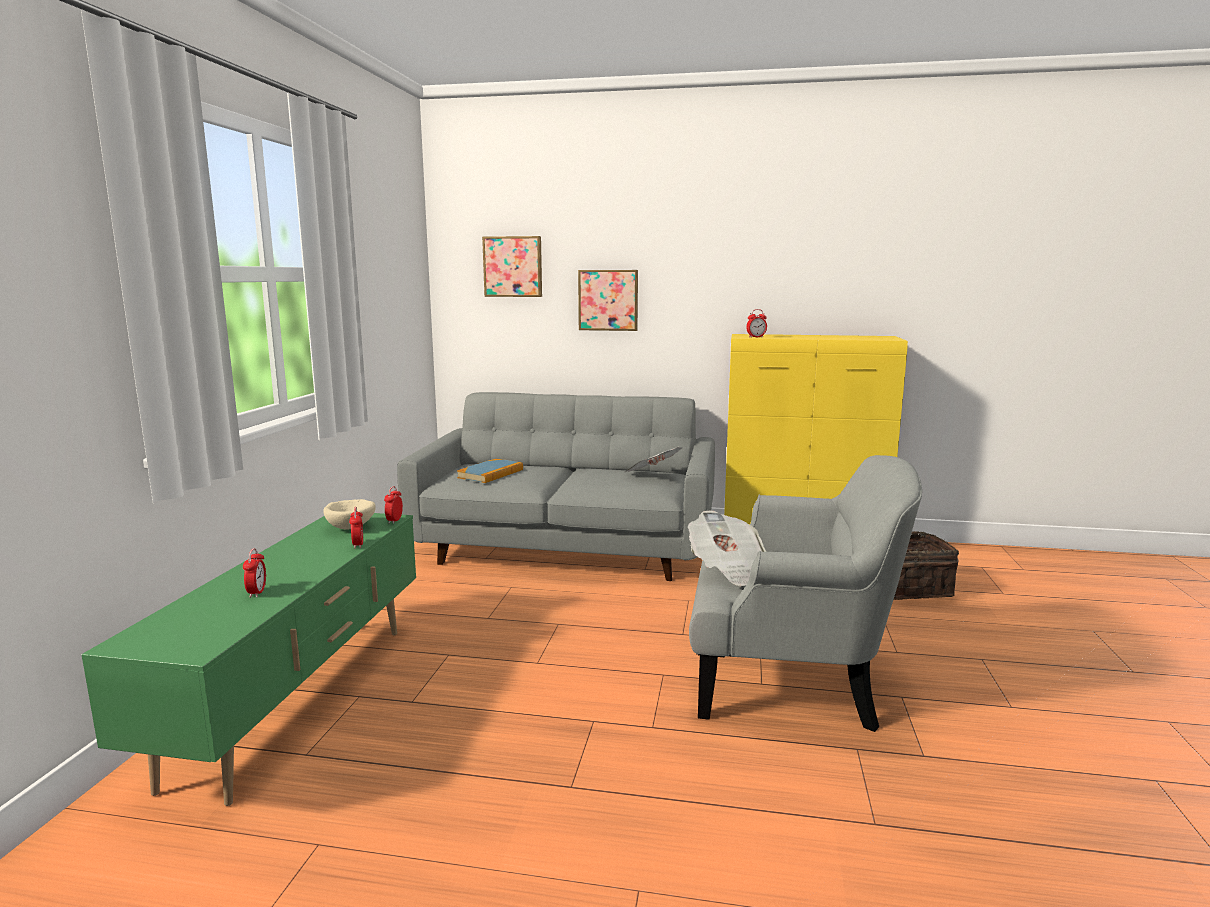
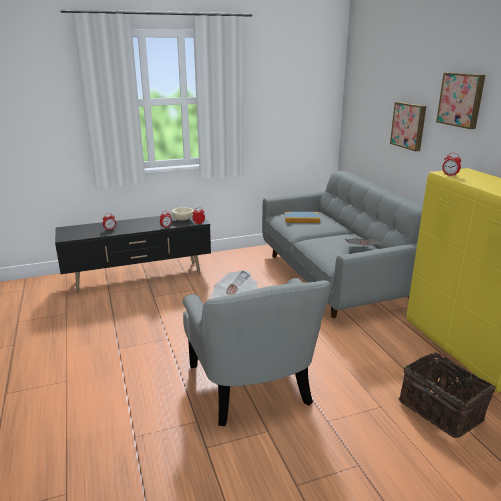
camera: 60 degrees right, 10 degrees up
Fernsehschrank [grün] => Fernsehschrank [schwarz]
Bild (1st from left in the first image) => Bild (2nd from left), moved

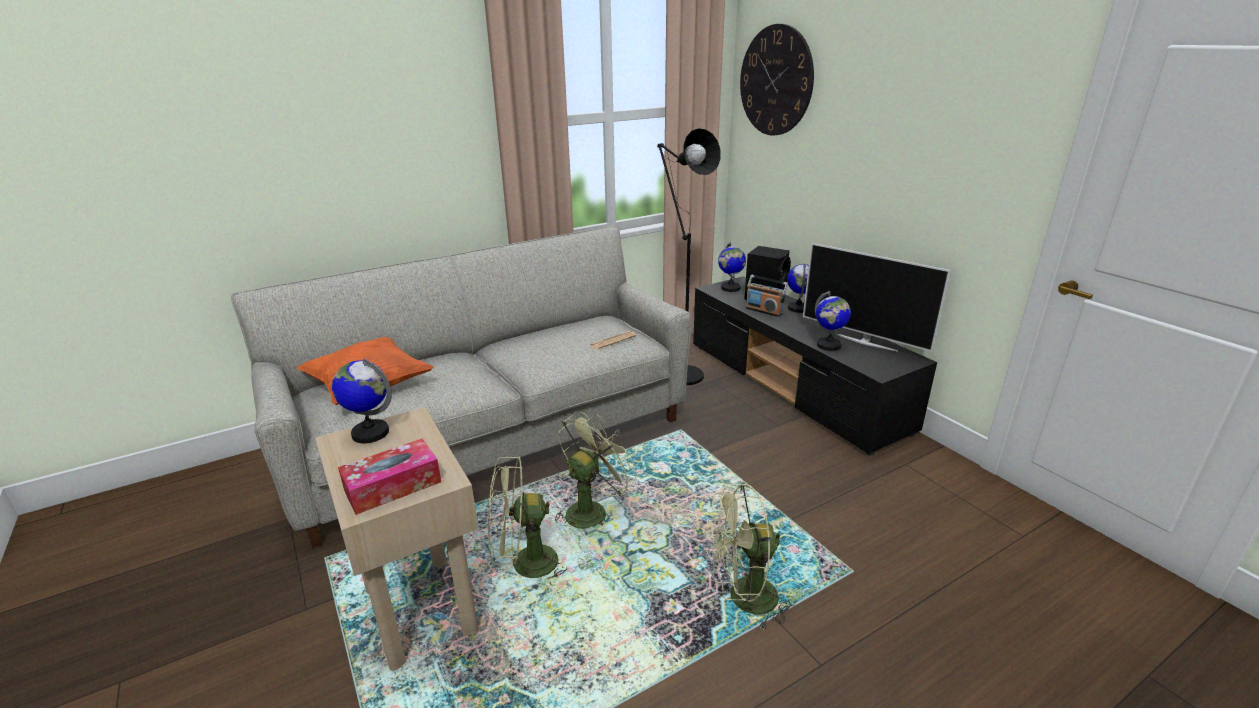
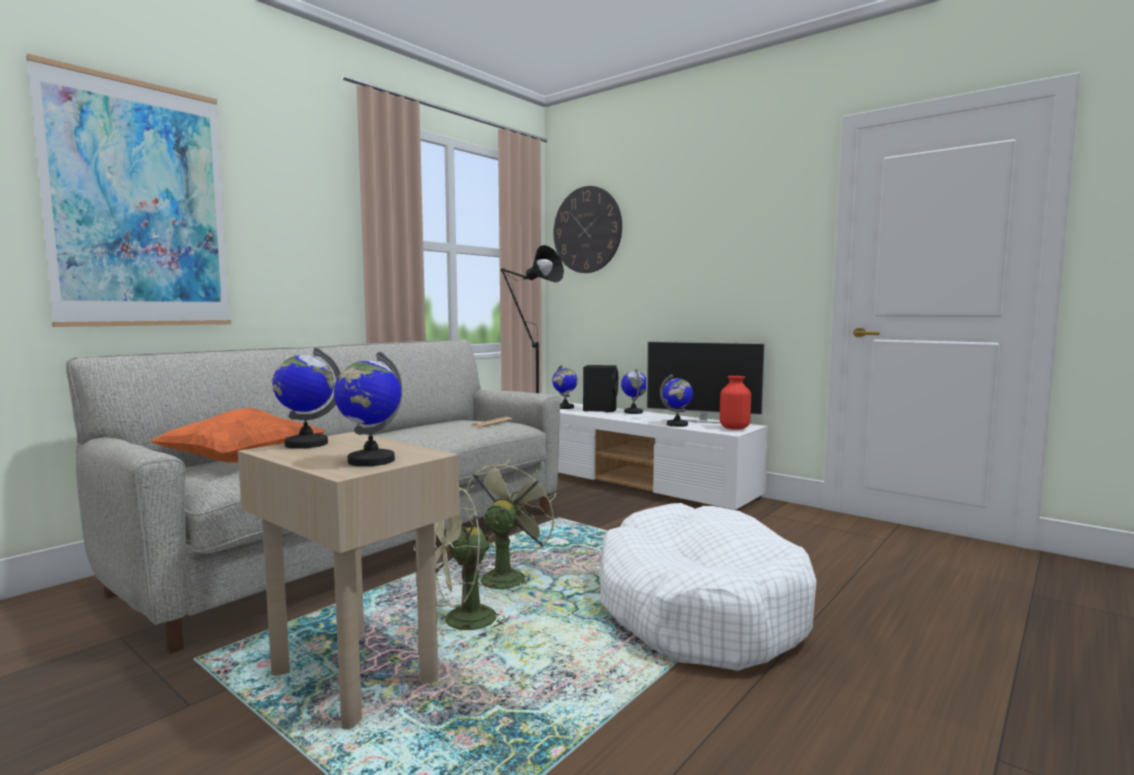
camera: 20 degrees left, 20 degrees down
nothing => Bild
Taschentuchbox => Globus (2nd from left)
Fernsehschrank [schwarz] => Fernsehschrank [weiß]
Ventilator [grün] (3rd from left) => Hundebett [weiß]
nothing => Vase [rot]
Radio => nothing

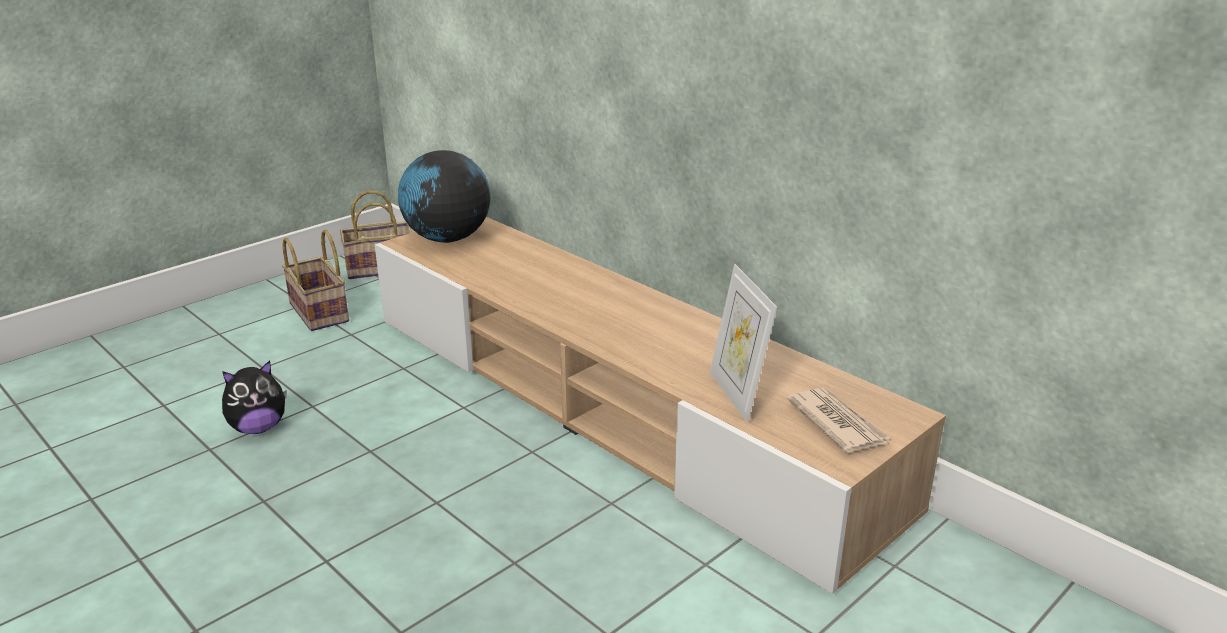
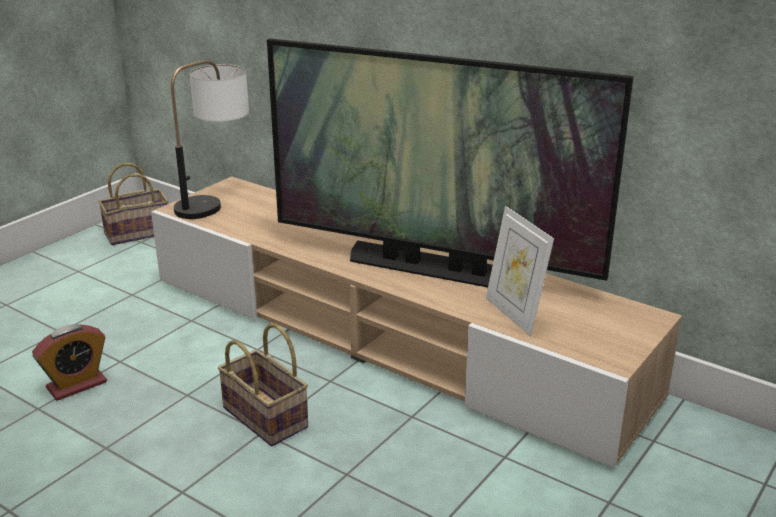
camera: 10 degrees left, 0 degrees up
Plüschtier => Wecker
Globus => Tischlampe
Korb (1st from left in the first image) => Korb (2nd from left), moved
nothing => Fernseher
Zeitung => nothing

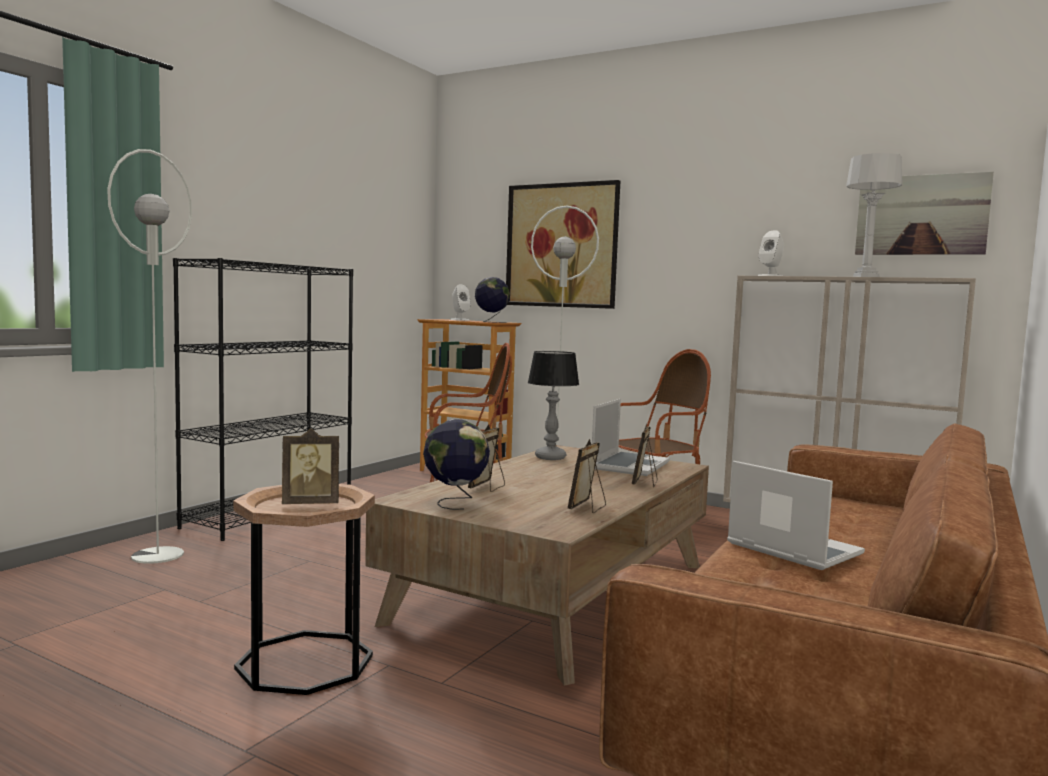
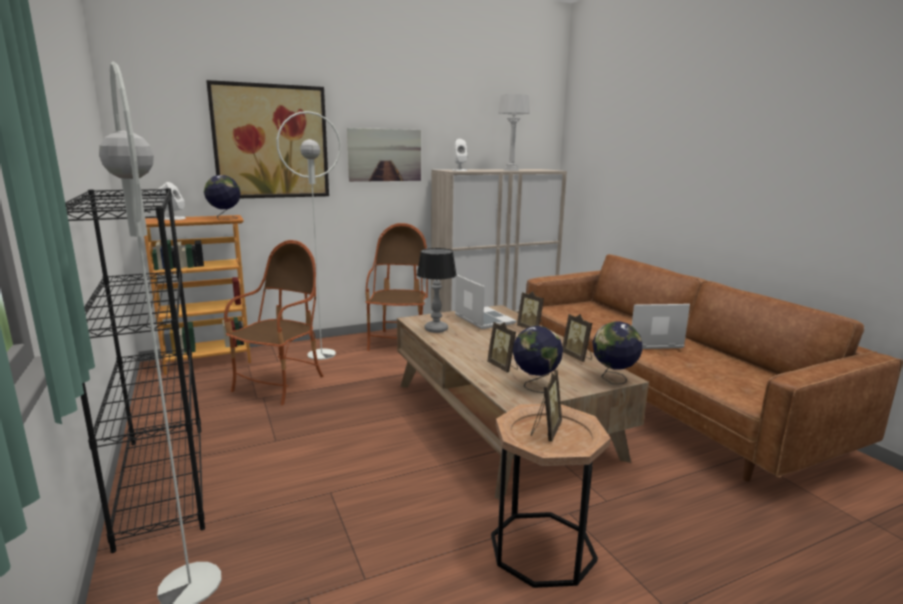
camera: 55 degrees left, 10 degrees up
Bild (2nd from left), moved
nothing => Globus (3rd from left)

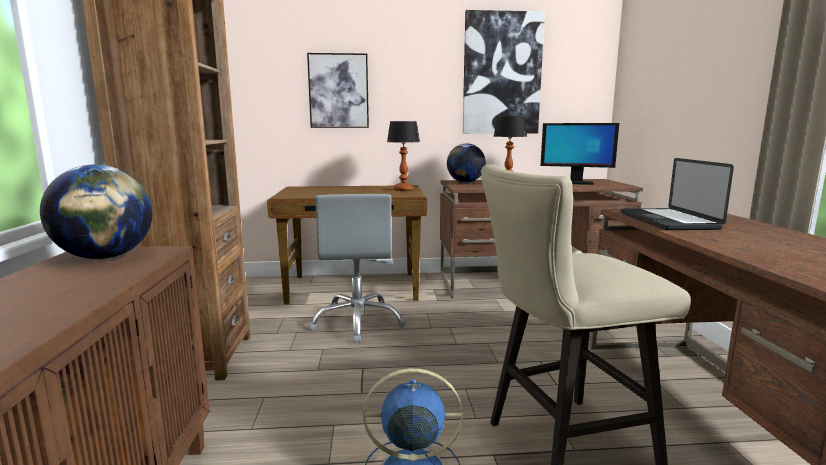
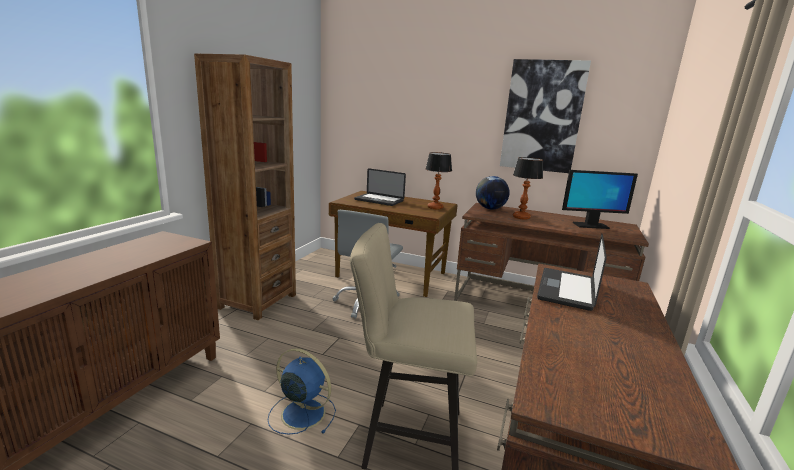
camera: 25 degrees right, 5 degrees up
nothing => Laptop (1st from left)
Monitor, 45 degrees counterclockwise
Globus (1st from left) => nothing
Bild (1st from left) => nothing

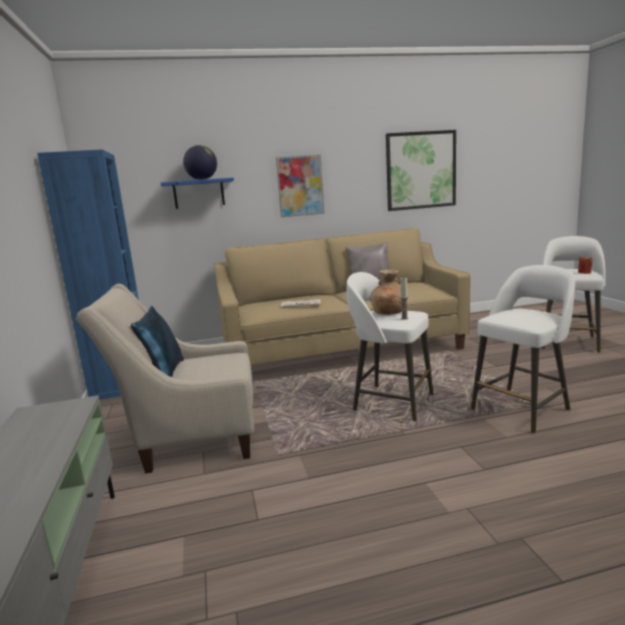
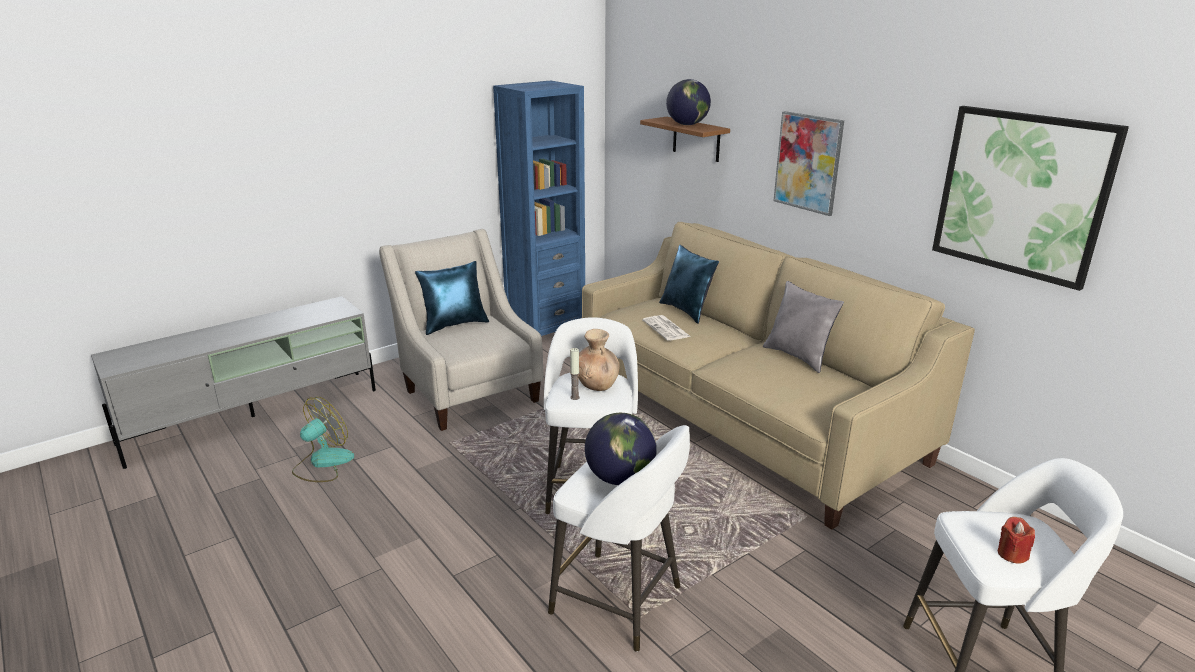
camera: 65 degrees right, 10 degrees up
nothing => Ventilator
nothing => Globus (1st from left)
Wandregal [blau] => Wandregal [braun]
nothing => Kissen [blau] (2nd from left)

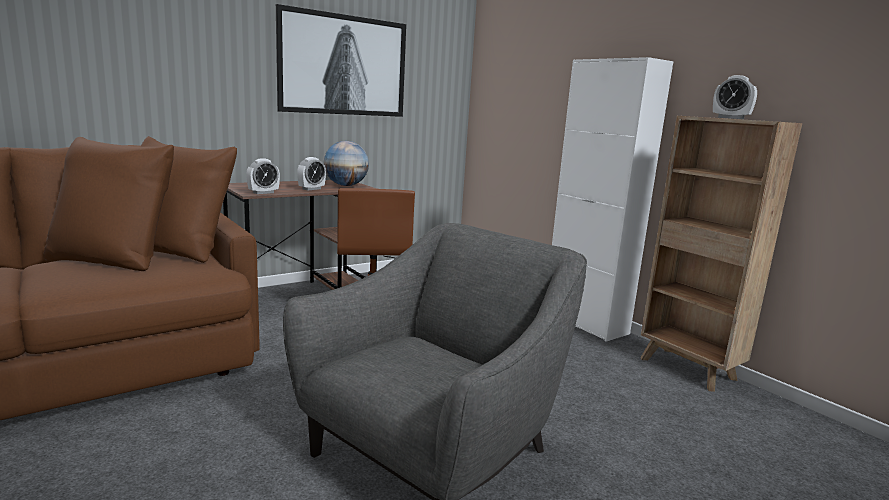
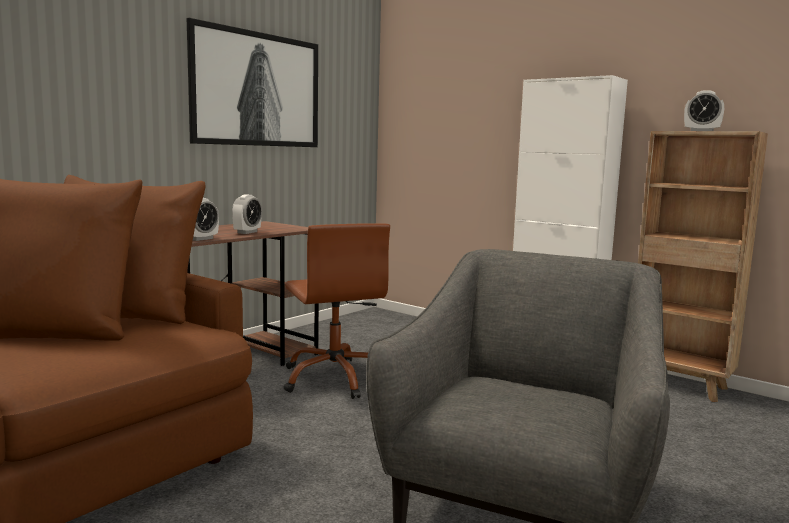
camera: 15 degrees left, 5 degrees down
Globus => nothing

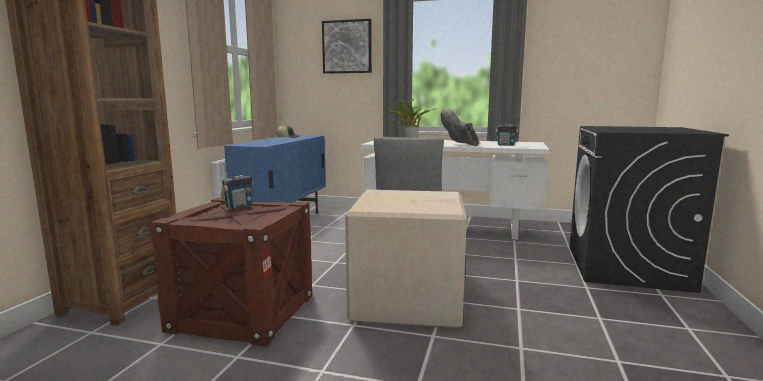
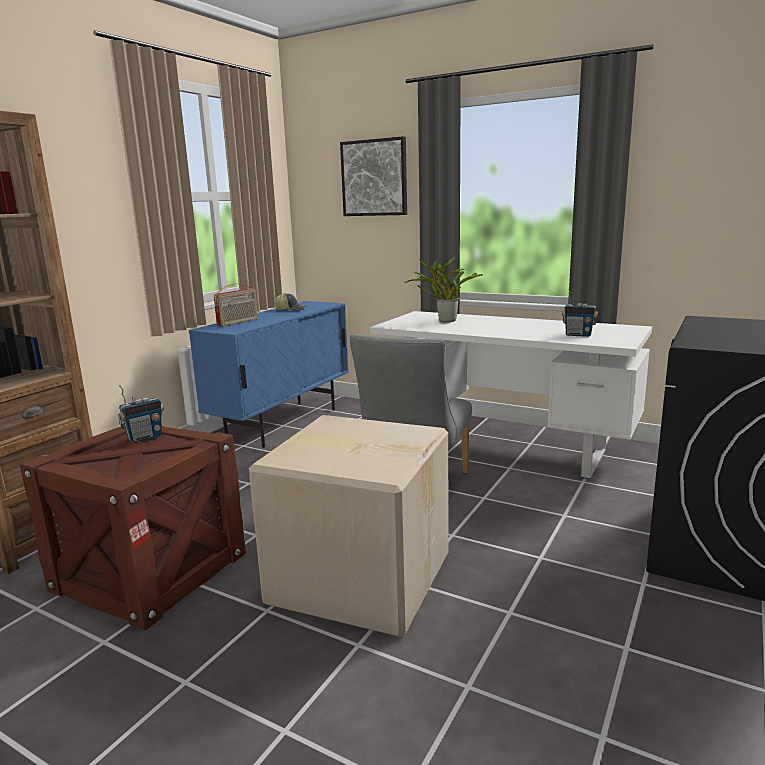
camera: 15 degrees right, 5 degrees up
nothing => Radio (2nd from left)
Stiefel [grau] => nothing

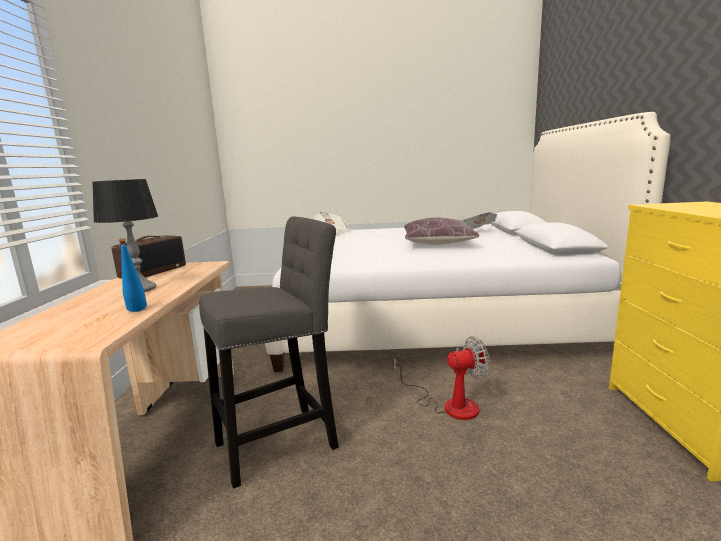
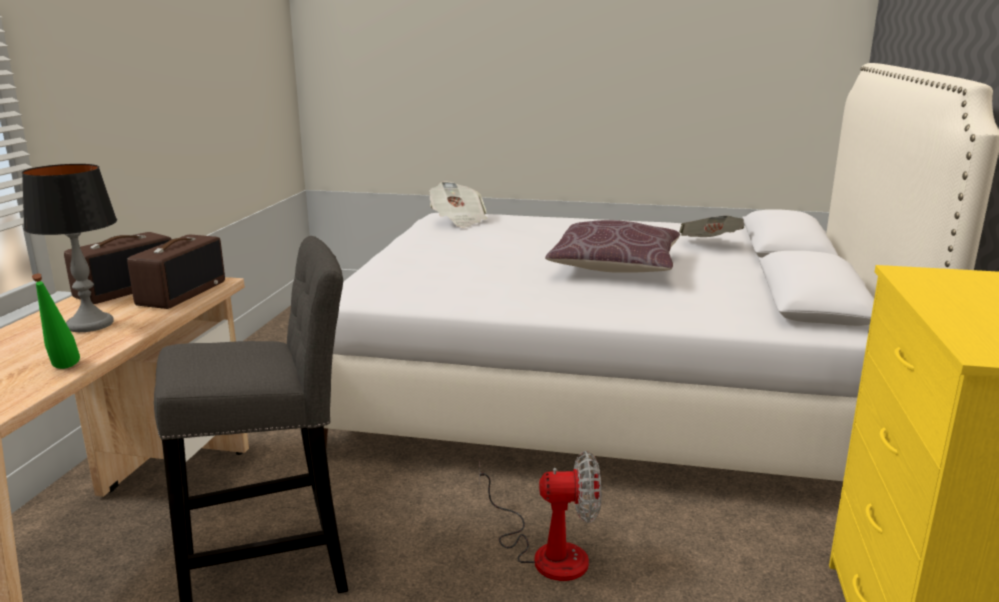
camera: 10 degrees right, 5 degrees up
Flasche [blau] => Flasche [grün]
nothing => Radio (2nd from left)

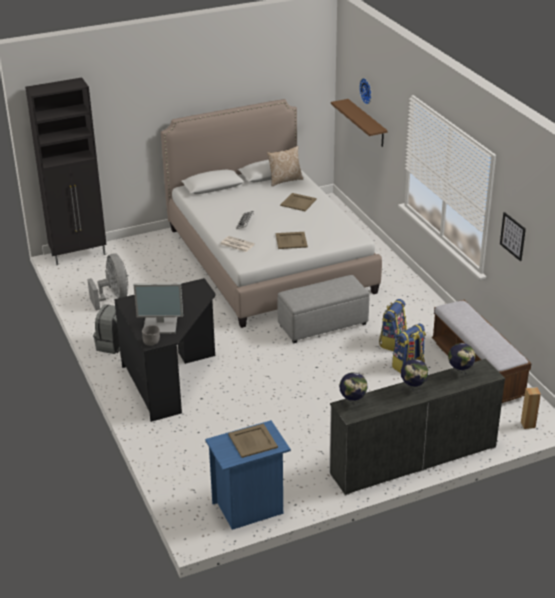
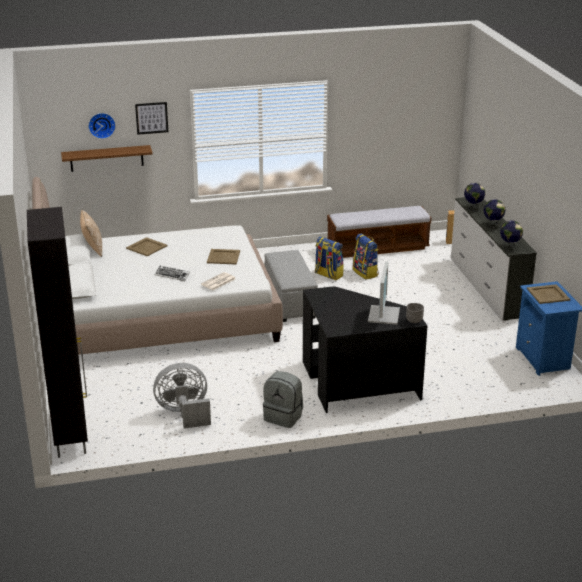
camera: 80 degrees left, 5 degrees down
Bild, moved

